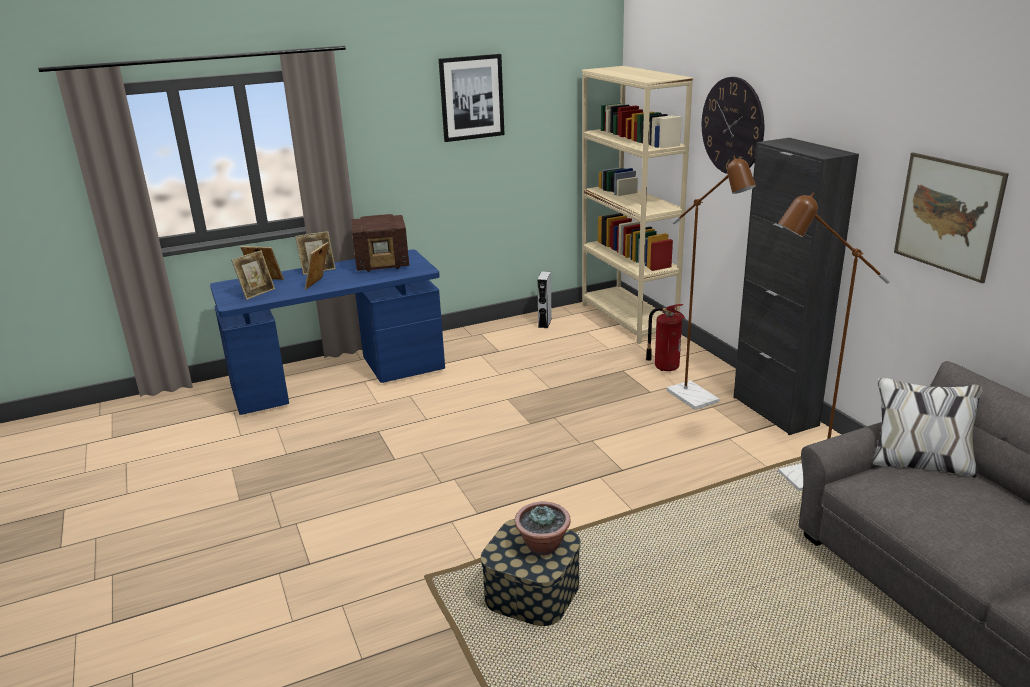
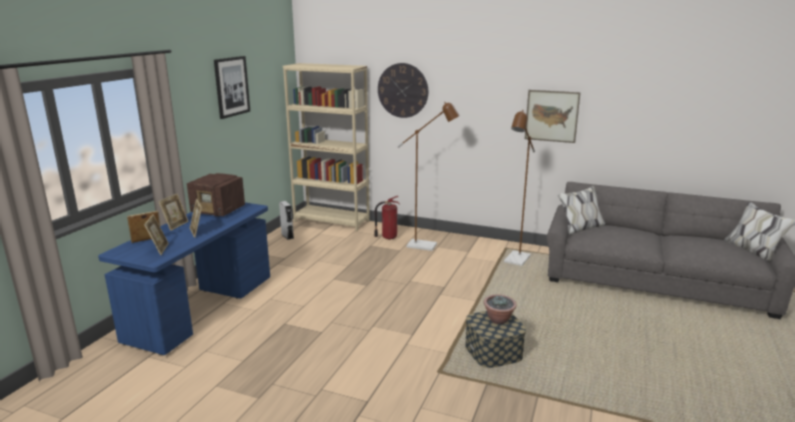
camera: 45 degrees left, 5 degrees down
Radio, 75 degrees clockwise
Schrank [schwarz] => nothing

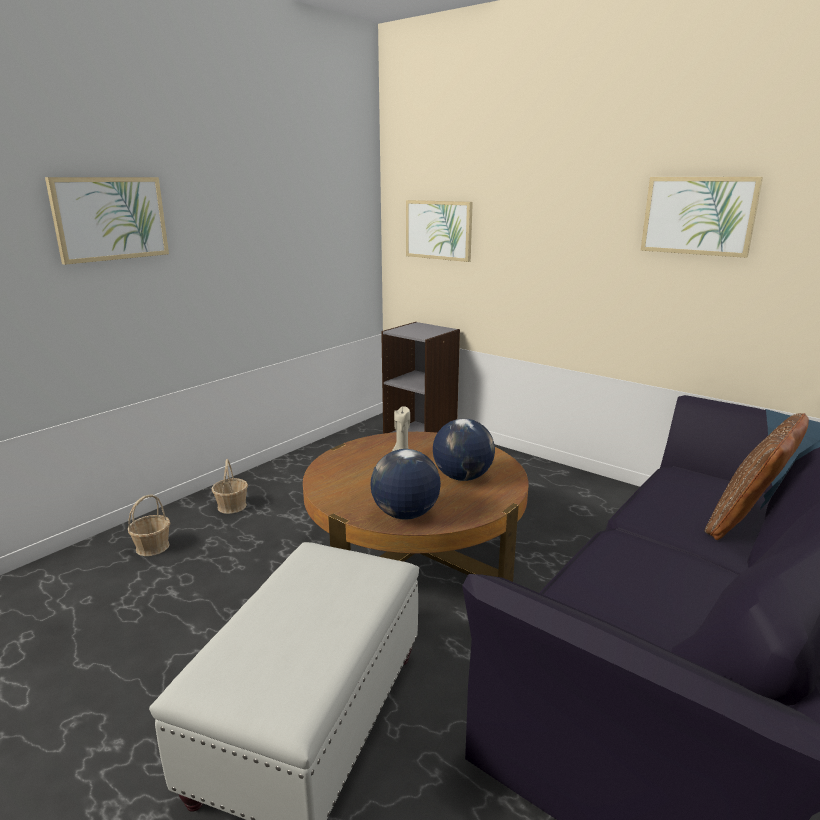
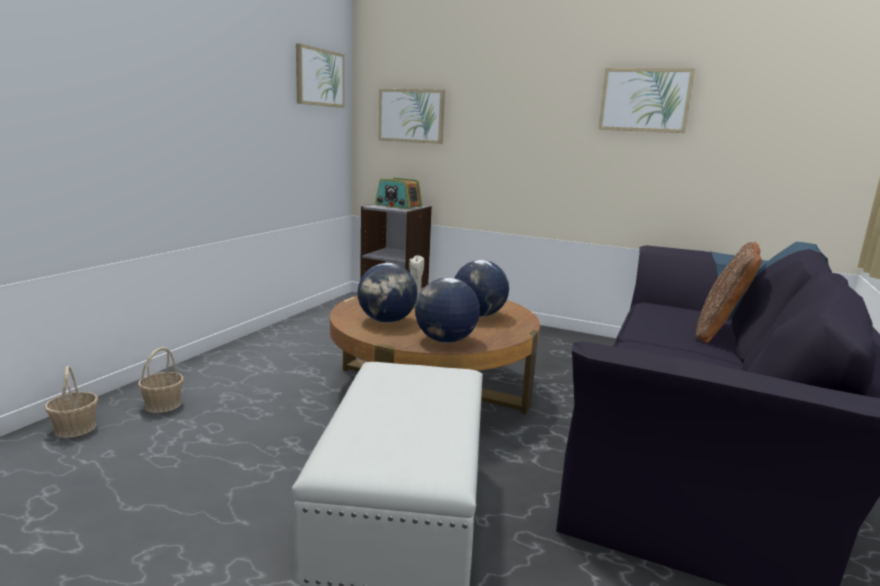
camera: 15 degrees left, 5 degrees down
Korb (2nd from left in the first image) => Korb (1st from left), moved
Bild (1st from left), moved
nothing => Globus (1st from left)
nothing => Radio

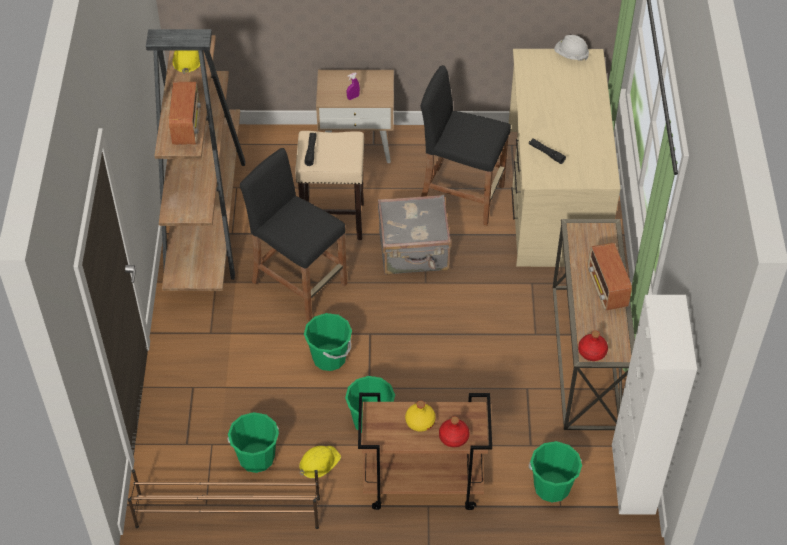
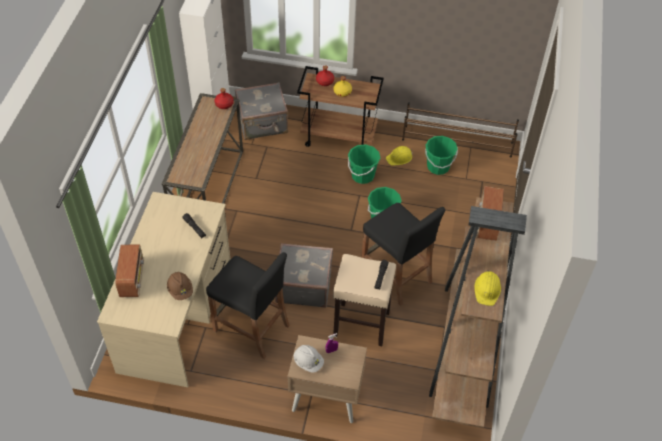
camera: 170 degrees left, 0 degrees up
Radio (2nd from left in the first image) => Radio (1st from left), moved
nothing => Schutzhelm [braun]
Eimer [grün] (4th from left) => Koffer [grau] (1st from left)
Schutzhelm [weiß], moved

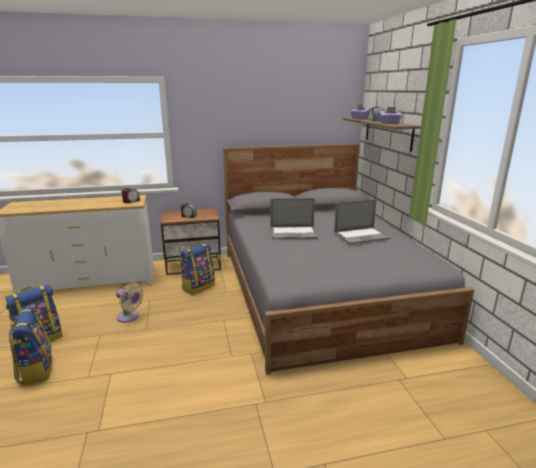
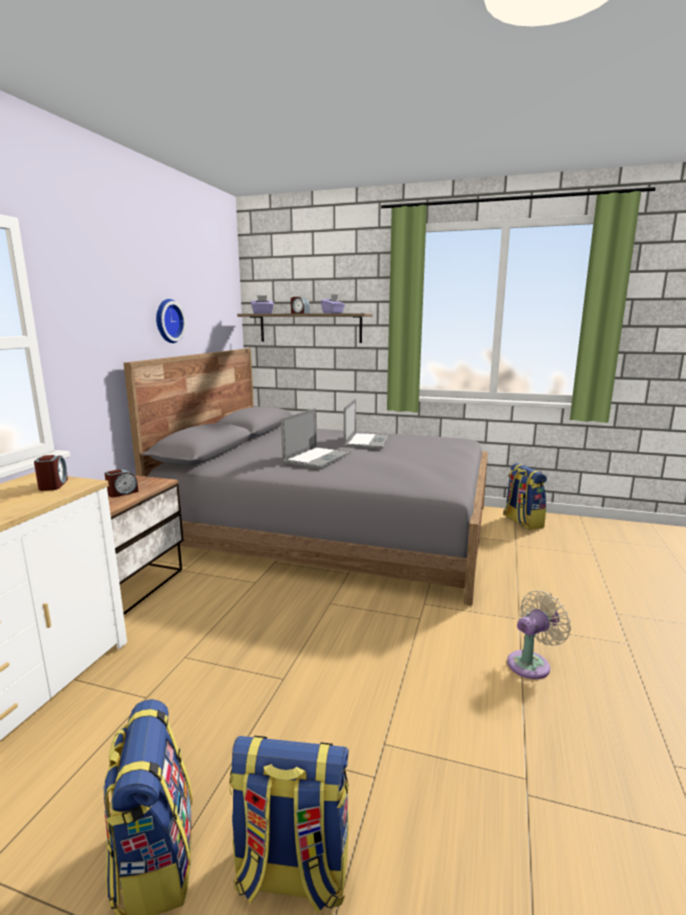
camera: 60 degrees left, 5 degrees down
nothing => Wanduhr
Rucksack (3rd from left), moved
Ventilator [beige], moved

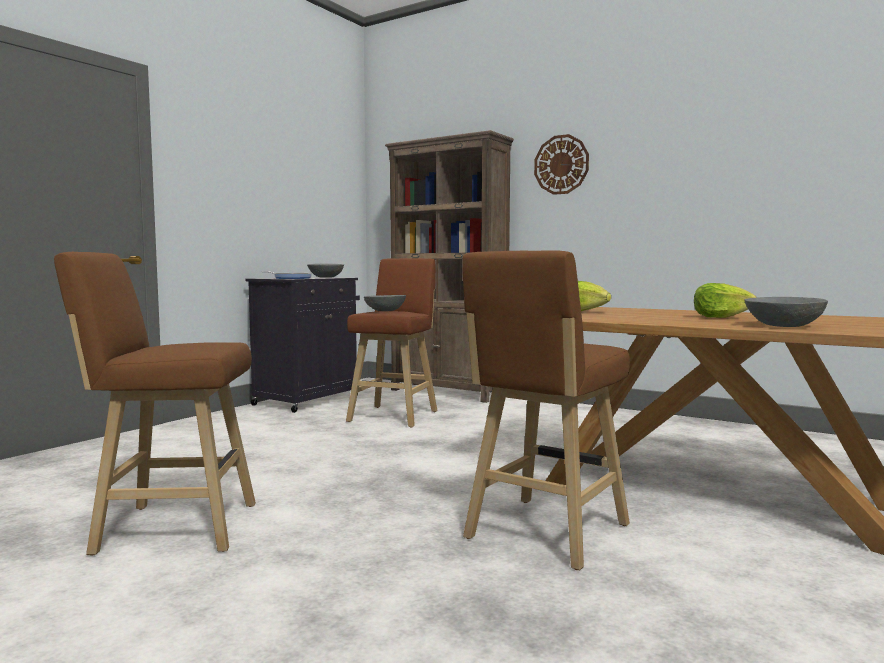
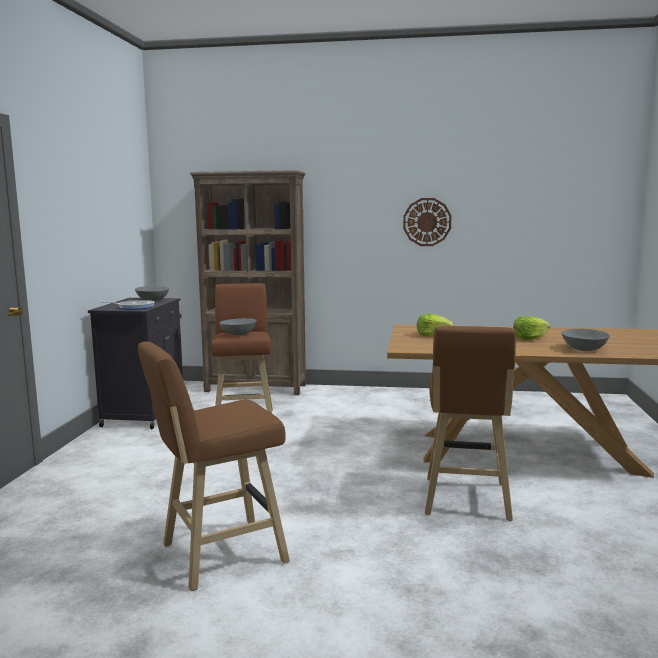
camera: 25 degrees left, 5 degrees up
Wanduhr, moved

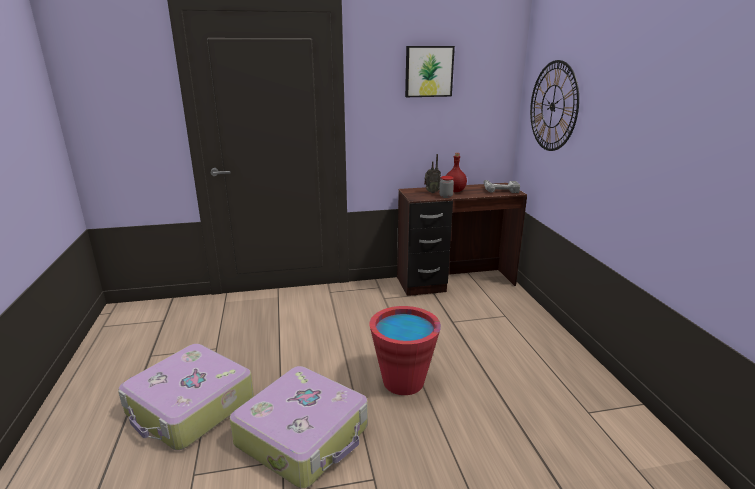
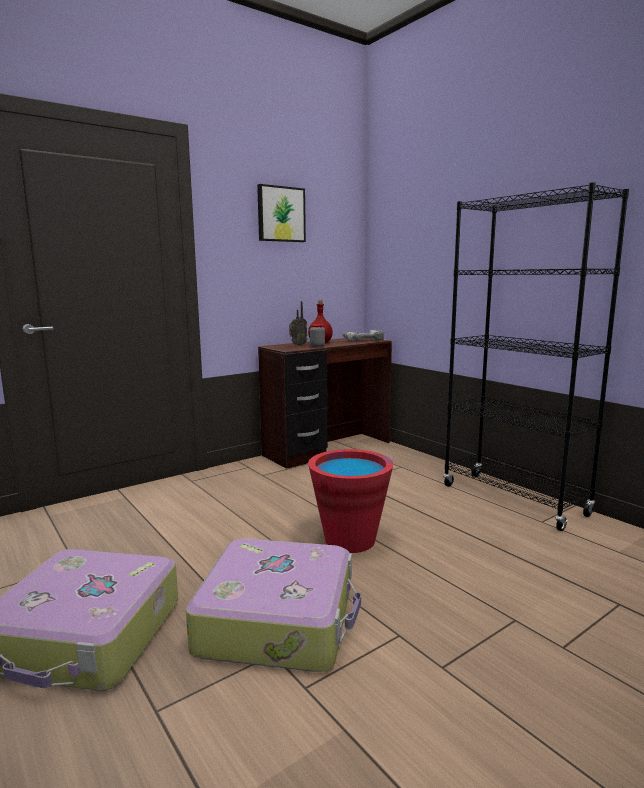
camera: 25 degrees left, 10 degrees down
nothing => Bücherregal [schwarz]
Wanduhr => nothing

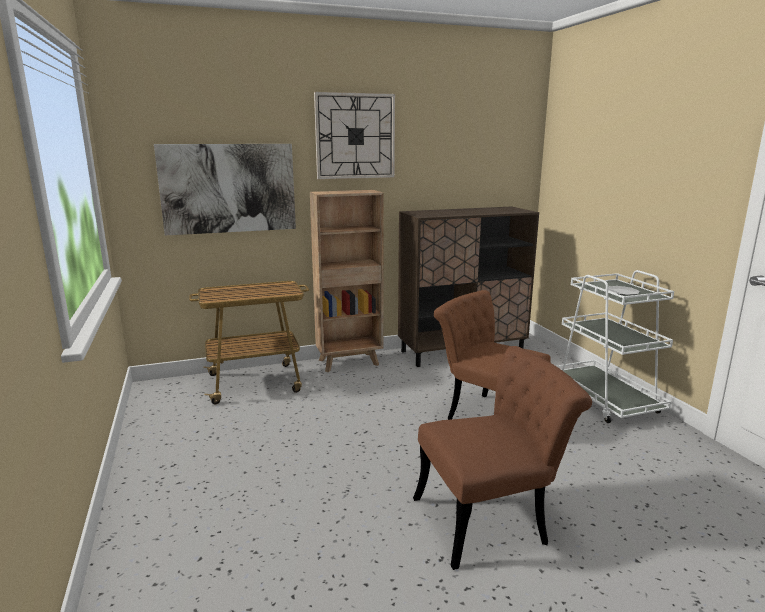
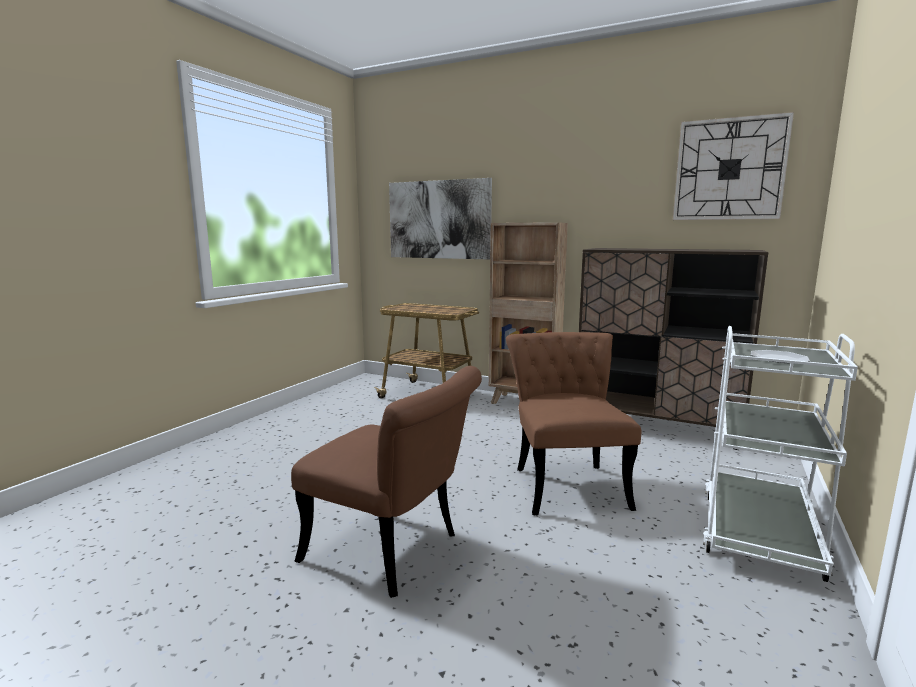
camera: 45 degrees right, 5 degrees down
Wanduhr, moved

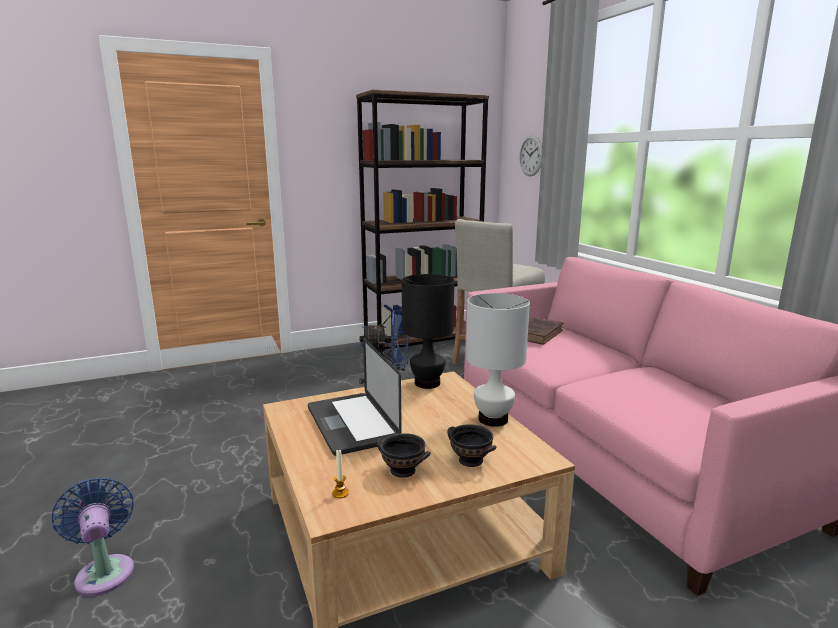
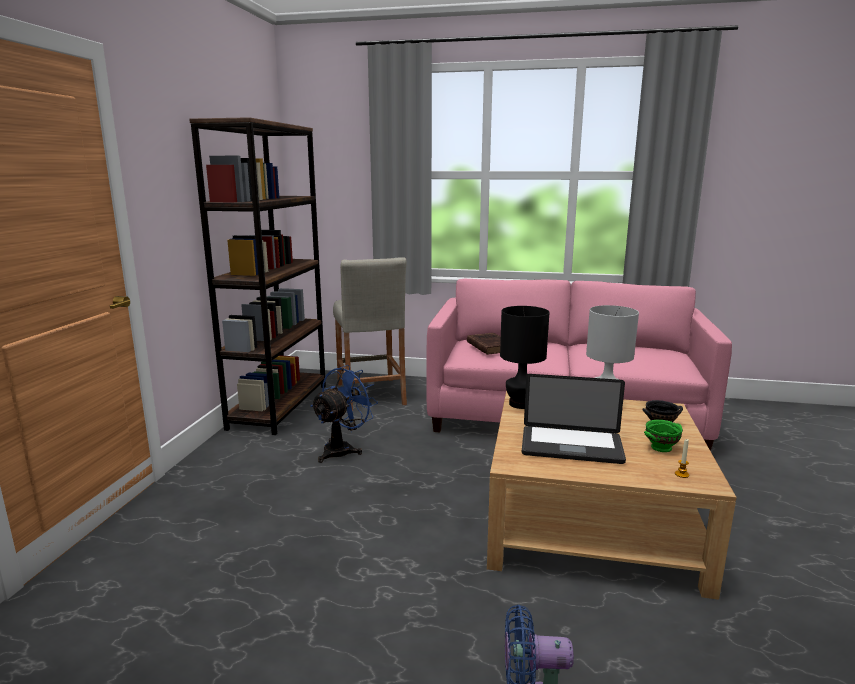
camera: 55 degrees left, 0 degrees up
Schüssel [schwarz] (1st from left) => Schüssel [grün]
Wanduhr => nothing

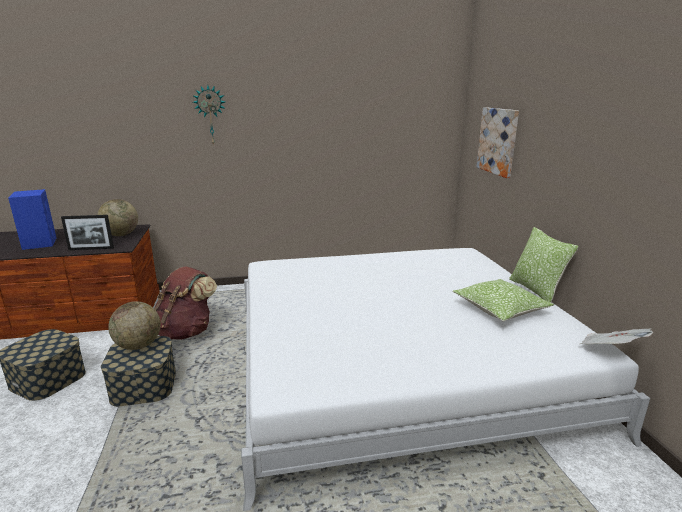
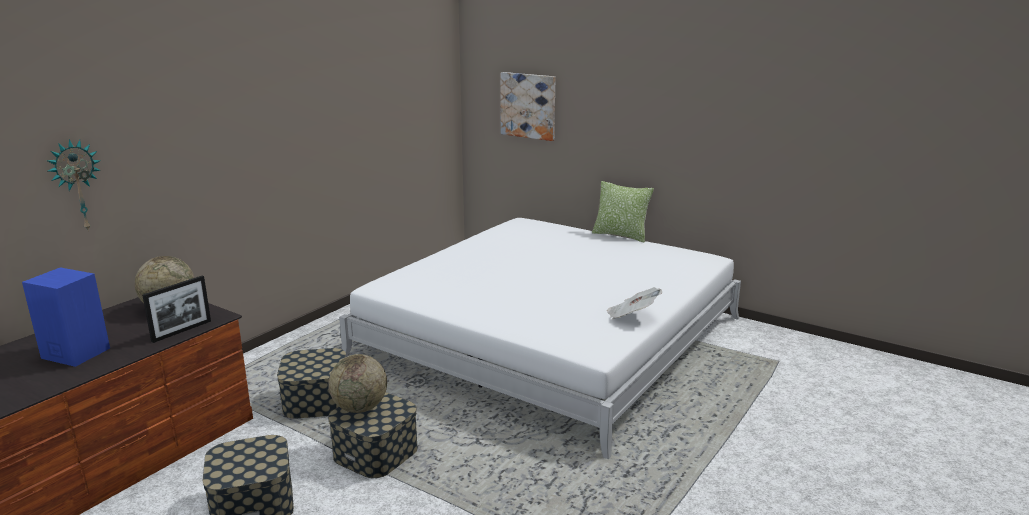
camera: 45 degrees left, 0 degrees up
Wanduhr, moved
Rucksack [braun] => Aufbewahrungsbox (2nd from left)
Zeitung, moved
Kissen (1st from left) => nothing

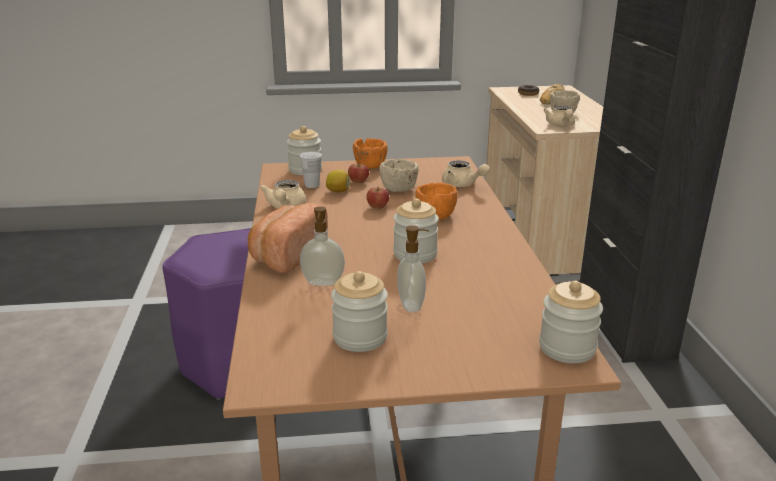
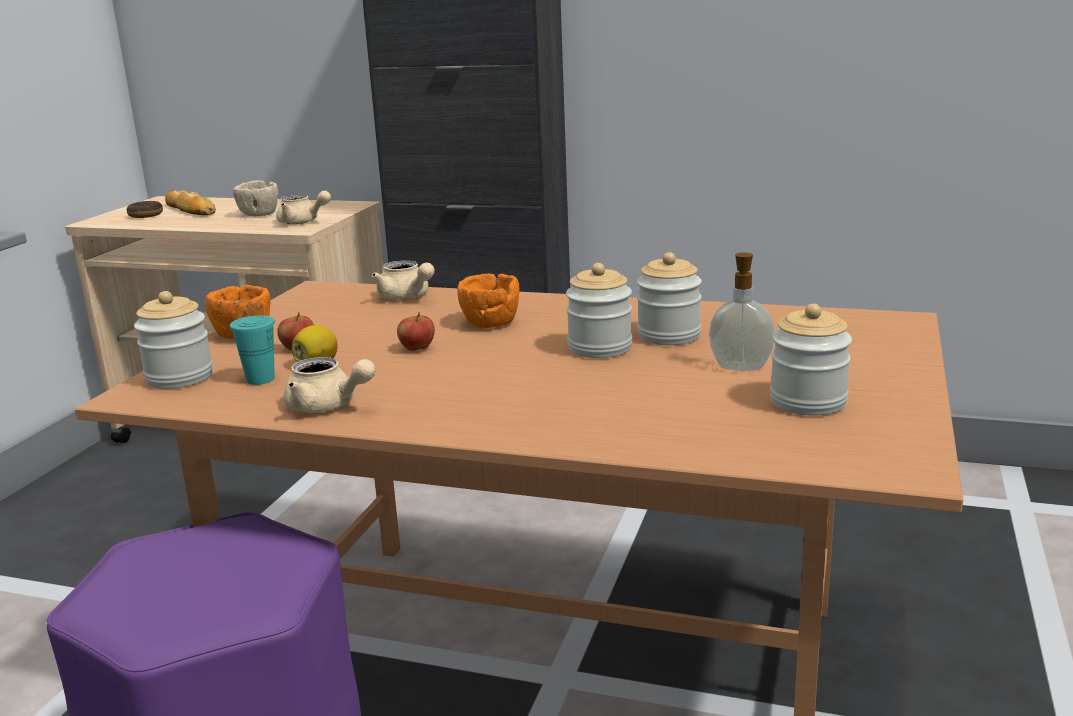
camera: 65 degrees left, 5 degrees down
Tasse [weiß] => Tasse [türkis]
Teekanne [beige] (2nd from left in the first image) => Teekanne [beige] (3rd from left), 75 degrees clockwise
Vorratsglas (4th from left in the first image) => Vorratsglas (3rd from left), moved
Brot (1st from left) => nothing
Seifenspender (1st from left) => nothing
Schüssel [beige] (1st from left) => nothing

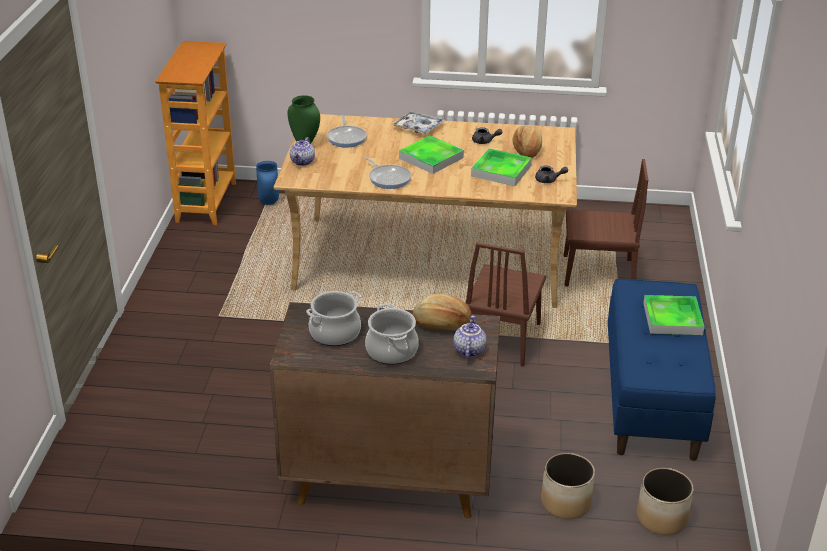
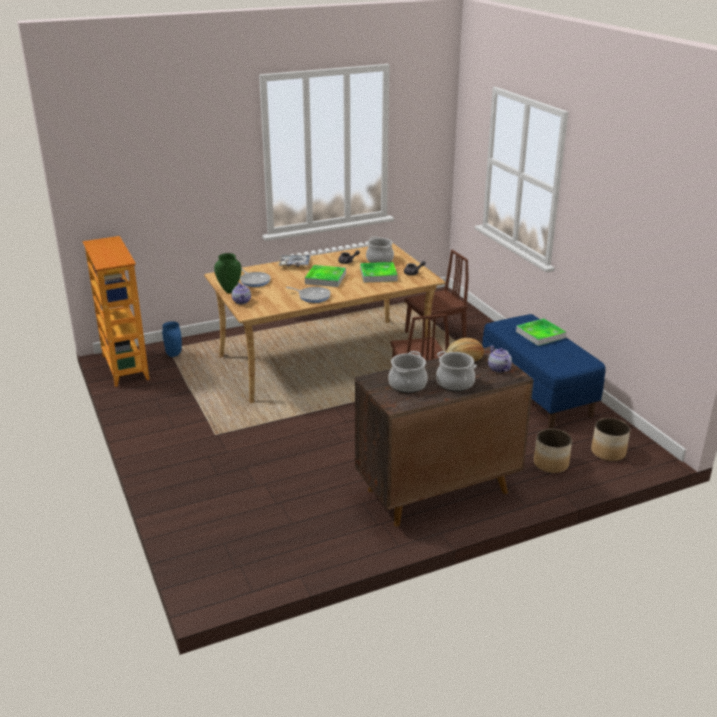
camera: 30 degrees left, 5 degrees down
Brot (2nd from left) => Kochtopf (1st from left)

